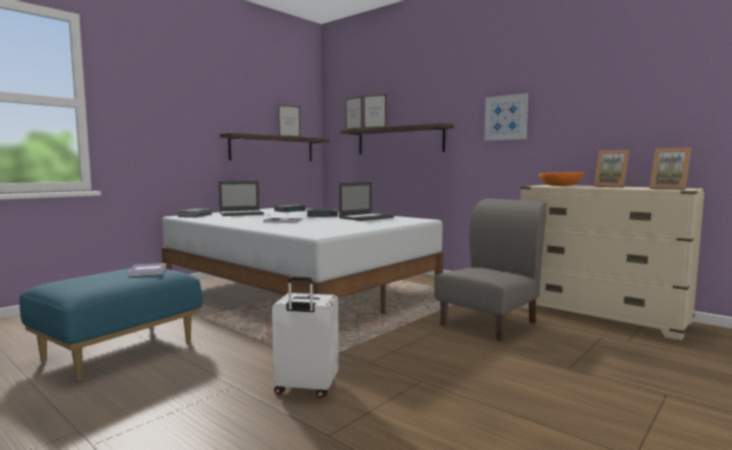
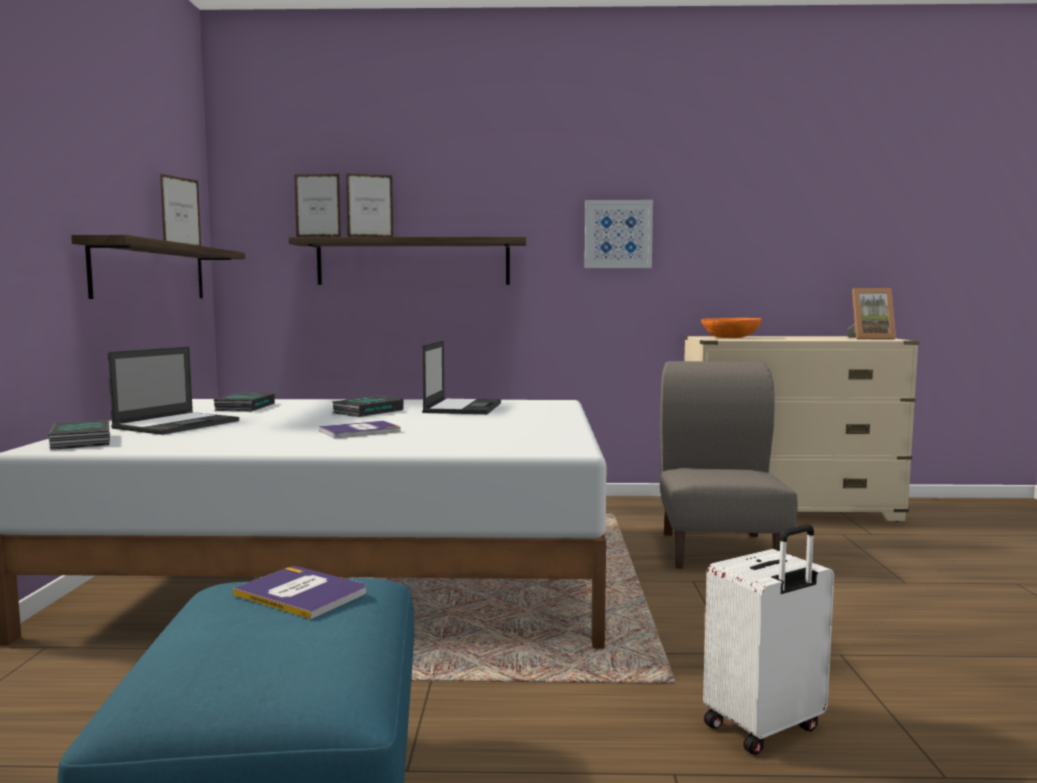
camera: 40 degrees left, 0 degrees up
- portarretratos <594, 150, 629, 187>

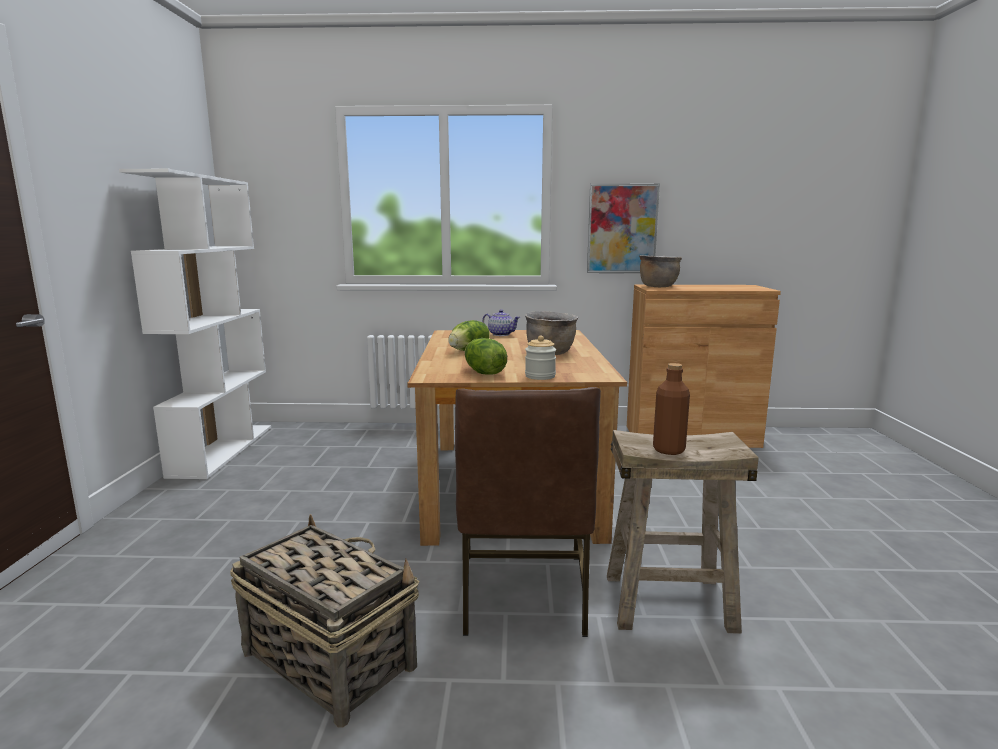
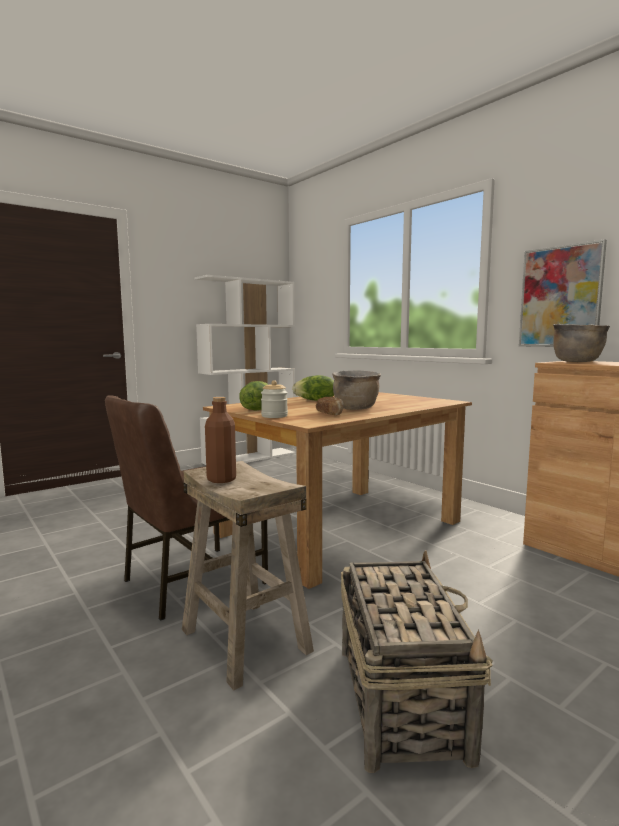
camera: 50 degrees right, 5 degrees down
+ pan <316, 397, 344, 415>
~ cesta <230, 514, 420, 728> to <341, 550, 493, 773>
- tetera <482, 309, 520, 336>

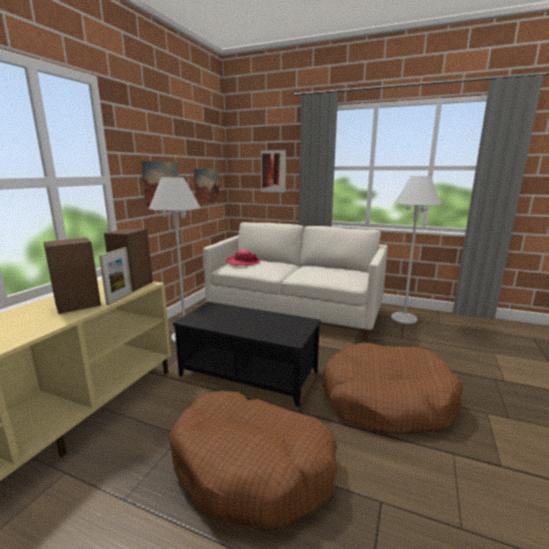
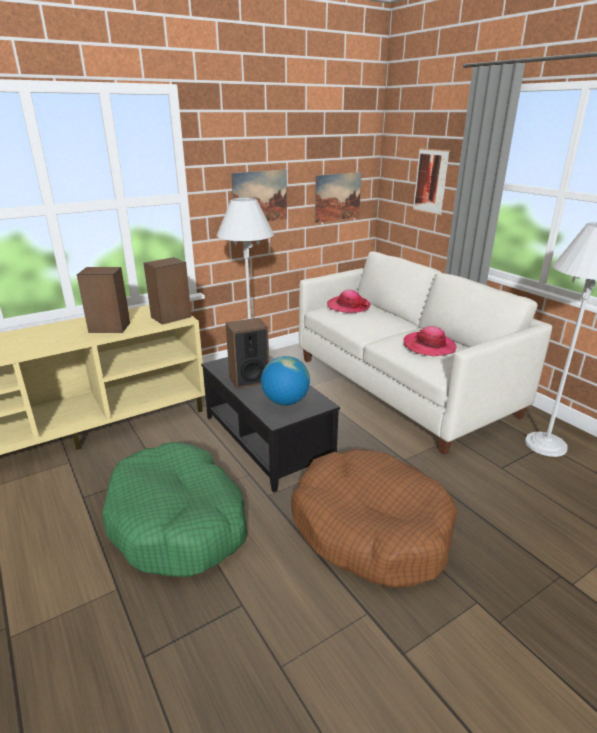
camera: 35 degrees right, 10 degrees up
~ cama para perro (marrón) <169, 391, 338, 530> to cama para perro (verde) <102, 442, 248, 577>
+ altavoz <226, 318, 269, 389>
+ globo terráqueo <261, 356, 310, 405>
+ sombrero <404, 326, 457, 356>
- portarretratos <99, 247, 132, 305>

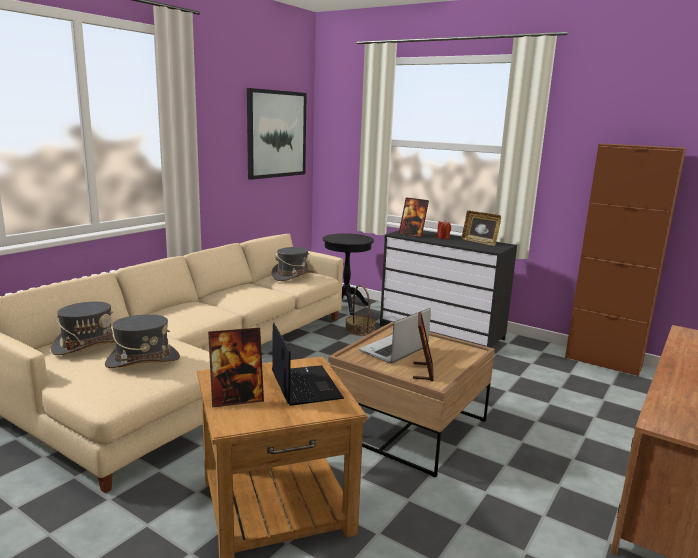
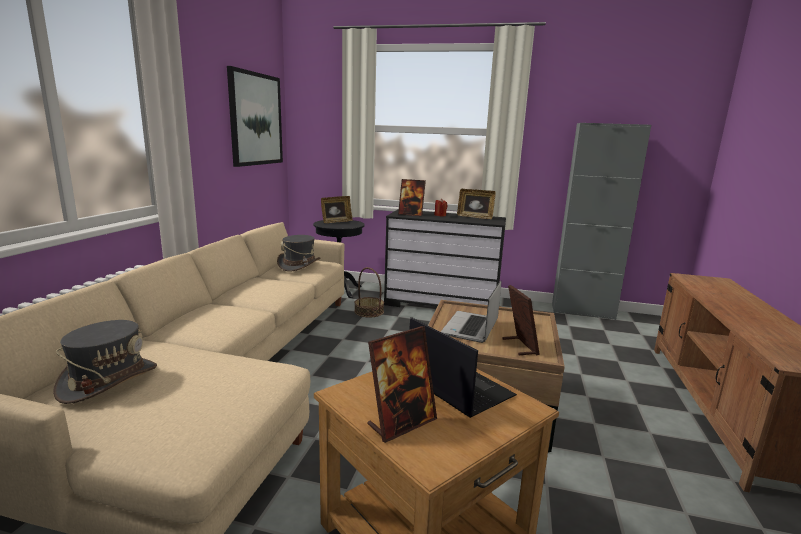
camera: 20 degrees left, 0 degrees up
+ portarretratos <321, 196, 353, 223>
~ armario (marrón) <565, 143, 686, 377> to armario (gris) <552, 123, 651, 320>
- sombrero (gris) <105, 314, 180, 368>

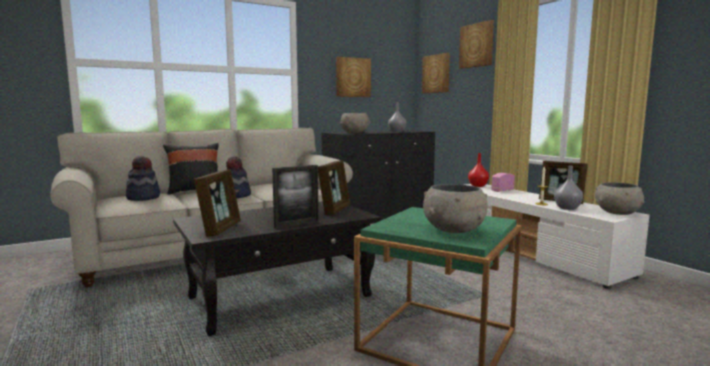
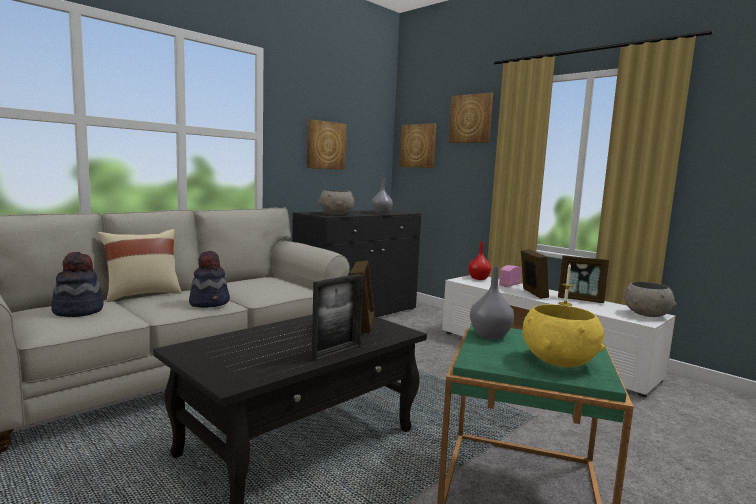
camera: 15 degrees left, 0 degrees up
~ cojín (negro) <163, 143, 218, 195> to cojín (beis) <98, 229, 182, 302>
~ florero (gris) <554, 166, 583, 210> to <470, 266, 514, 339>
~ portarretratos <194, 169, 241, 237> to <521, 249, 549, 299>
~ cuenco (gris) <423, 184, 488, 233> to cuenco (amarillo) <522, 304, 605, 367>

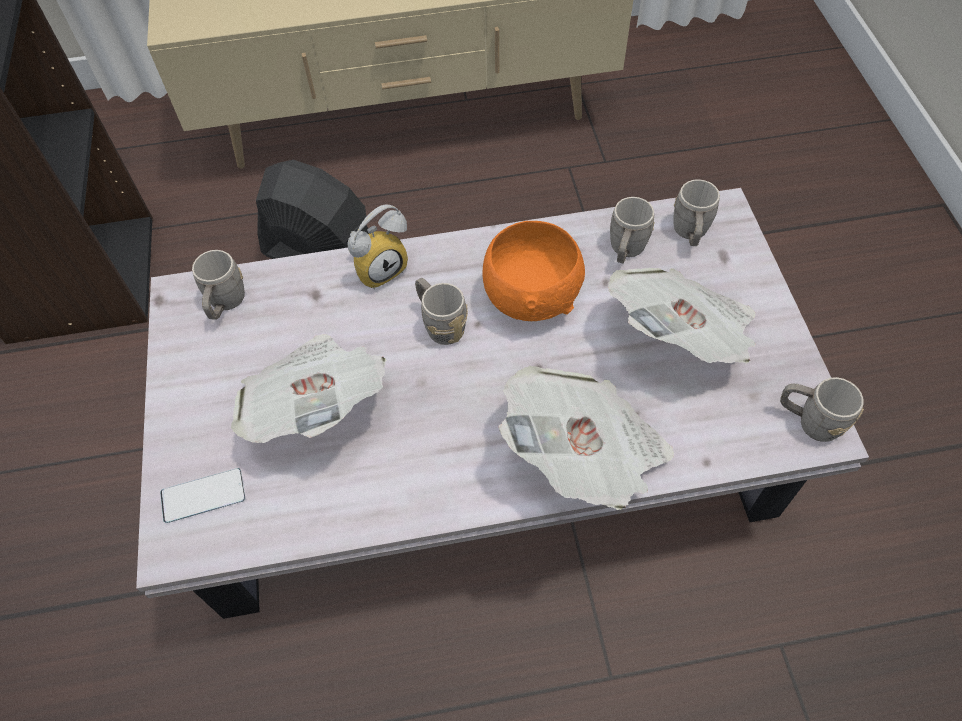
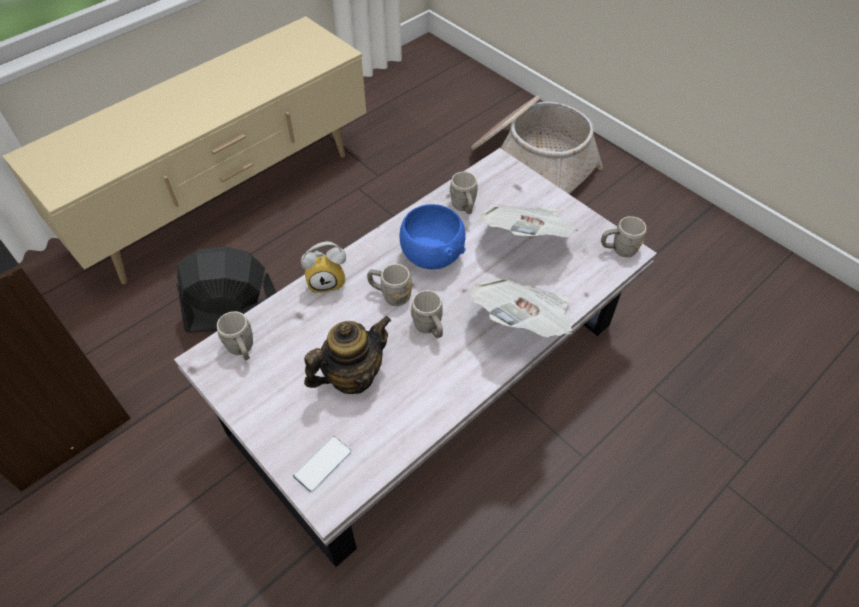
camera: 35 degrees left, 5 degrees down
~ despertador <347, 204, 408, 290> = <301, 241, 346, 293> 60 degrees clockwise
~ periódico <231, 334, 387, 443> to tetera <304, 316, 391, 394>
~ cuenco (naranja) <483, 221, 585, 321> to cuenco (azul) <399, 204, 466, 270>
~ taza grande (gris) <673, 179, 720, 246> to <410, 290, 443, 339>
+ cesta <471, 95, 603, 194>

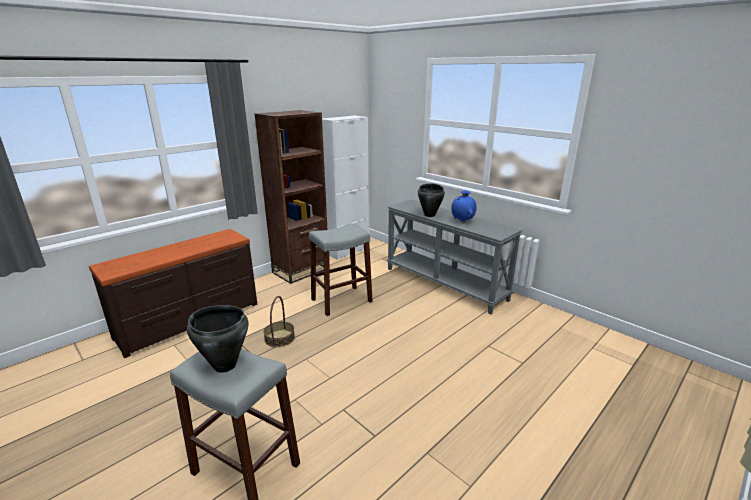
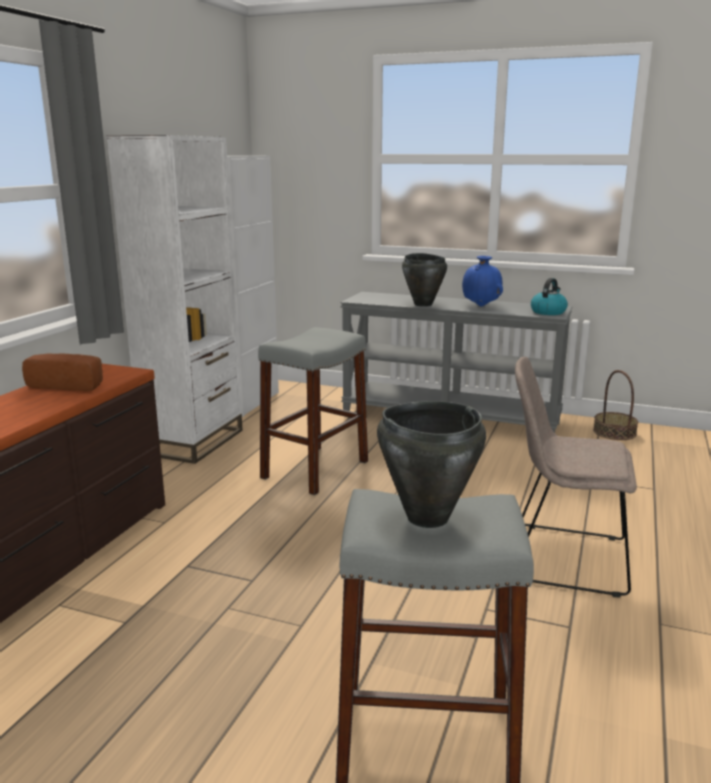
camera: 25 degrees left, 5 degrees down
+ pan <22, 353, 103, 391>
~ estantería (marrón) <255, 110, 330, 284> to estantería (blanco) <107, 135, 242, 464>
+ silla (beis) <515, 357, 637, 598>
+ hervidor <531, 278, 568, 315>
~ cesta <264, 296, 295, 347> to <593, 370, 638, 440>

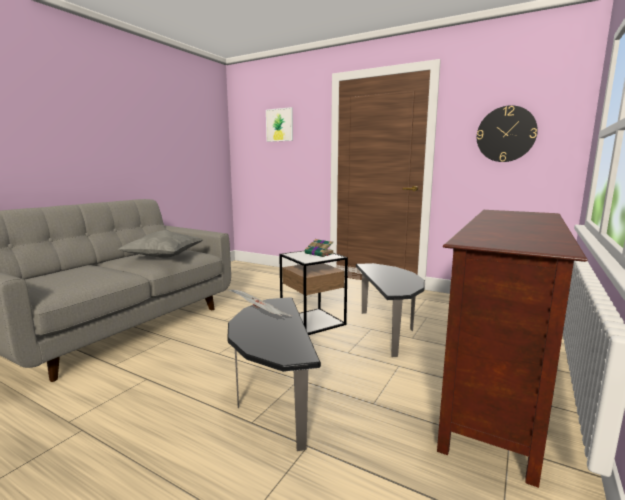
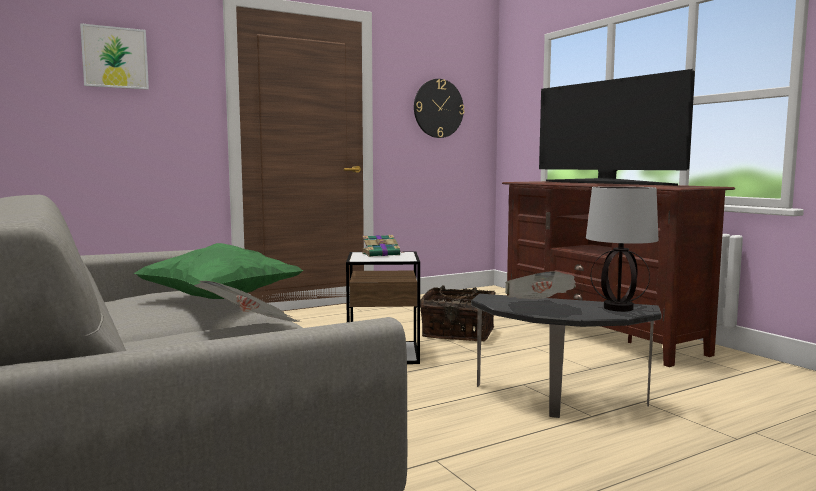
camera: 60 degrees left, 5 degrees down
~ cojín (gris) <118, 230, 203, 258> to cojín (verde) <134, 243, 303, 299>
+ periódico <194, 281, 300, 322>
~ mesa auxiliar <356, 263, 425, 357> to cesta <420, 285, 495, 342>
+ televisor <539, 69, 695, 186>
+ lámpara de mesa <586, 186, 658, 312>

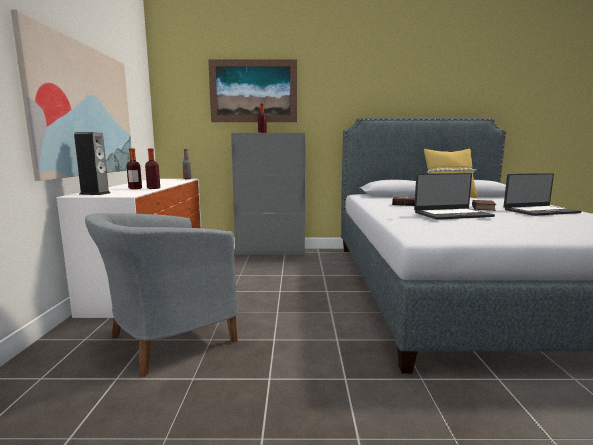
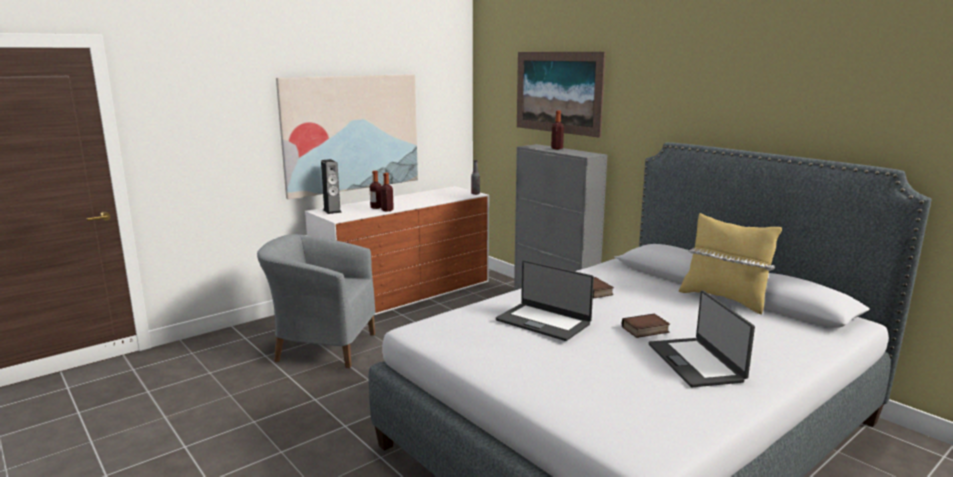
camera: 50 degrees right, 5 degrees up
~ portátil <503, 173, 582, 216> = <649, 290, 755, 387> 45 degrees clockwise

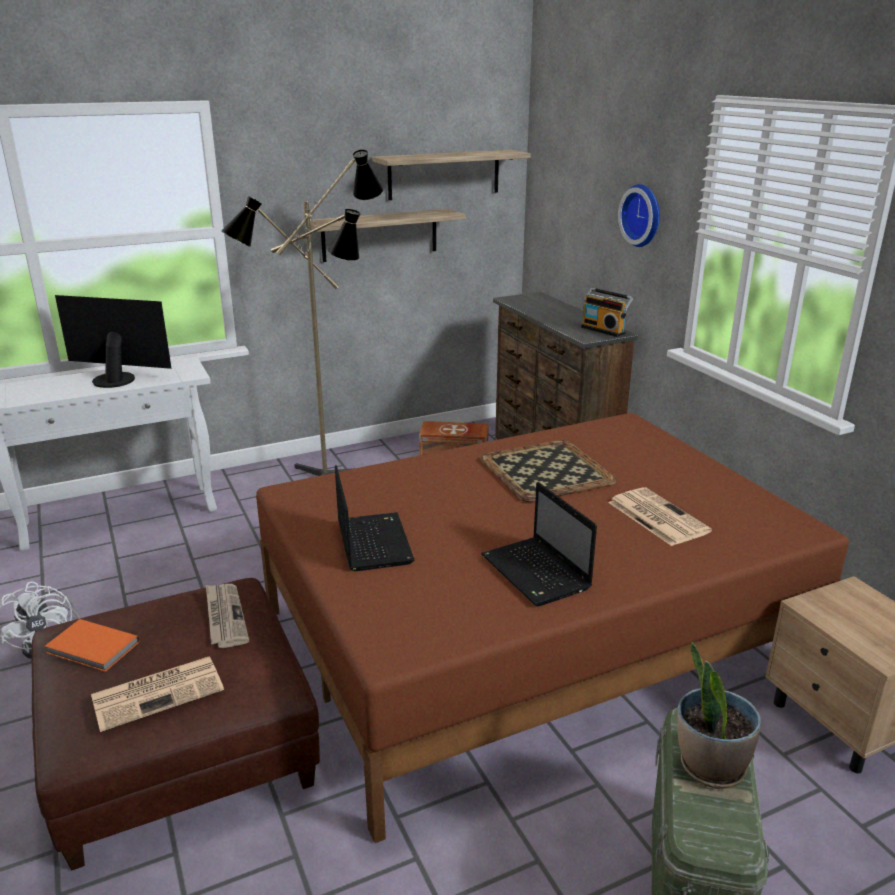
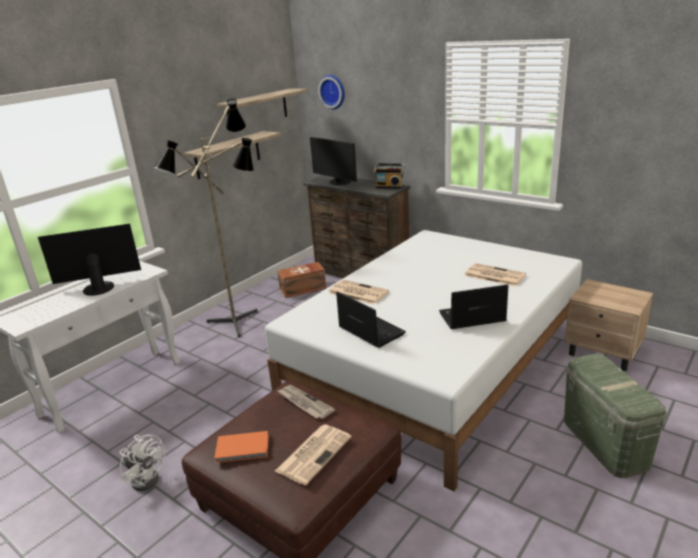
camera: 25 degrees left, 0 degrees up
~ cama (marrón) <256, 413, 849, 843> to cama (blanco) <265, 230, 582, 491>
+ monitor <310, 137, 357, 185>
~ reloj de pared <618, 184, 660, 247> to <318, 75, 345, 110>
+ periódico <329, 280, 389, 304>
~ portátil <481, 482, 597, 606> = <439, 284, 508, 329> 135 degrees clockwise
- bandeja <480, 440, 617, 502>
- planta en maceta <677, 642, 761, 789>

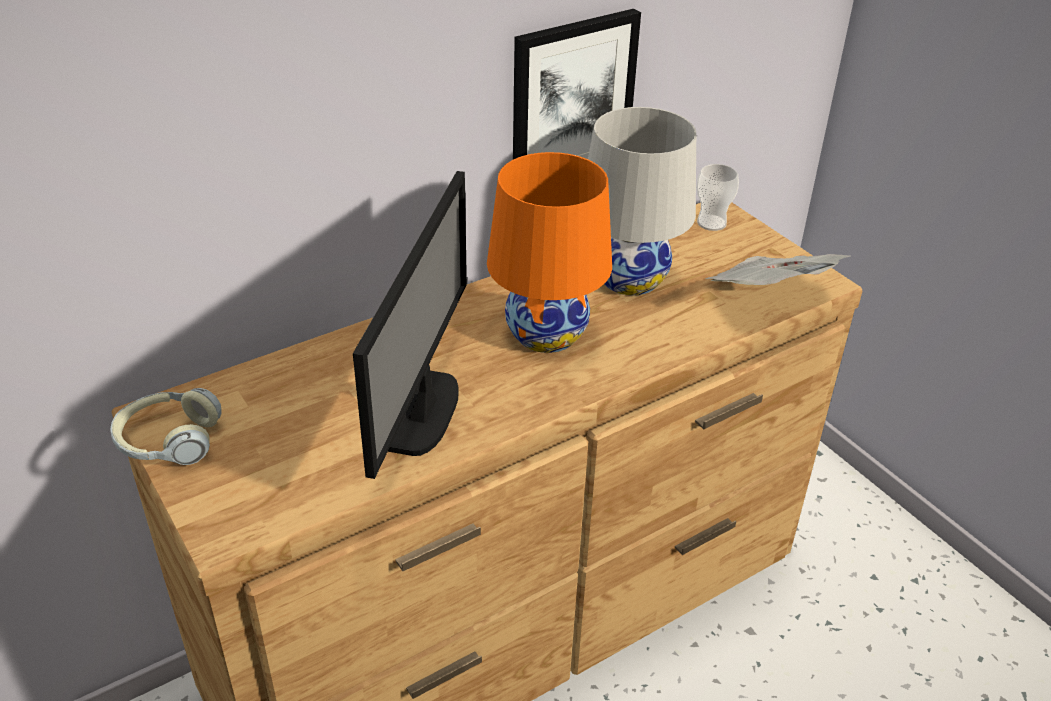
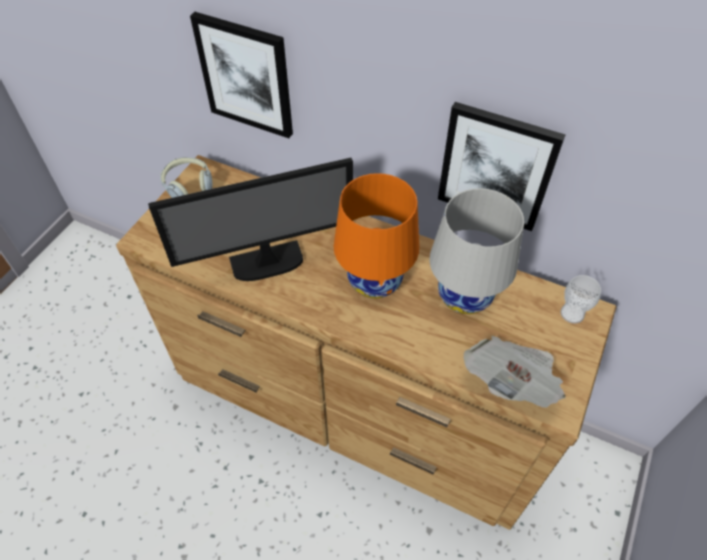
camera: 60 degrees right, 15 degrees up
+ cuadro <190, 12, 293, 138>

